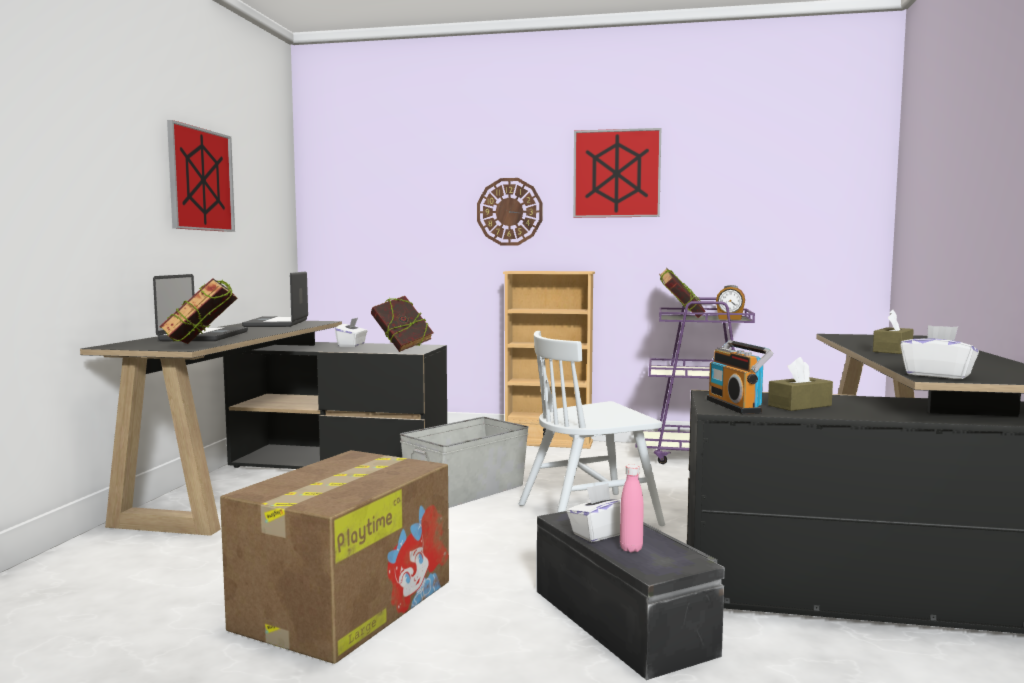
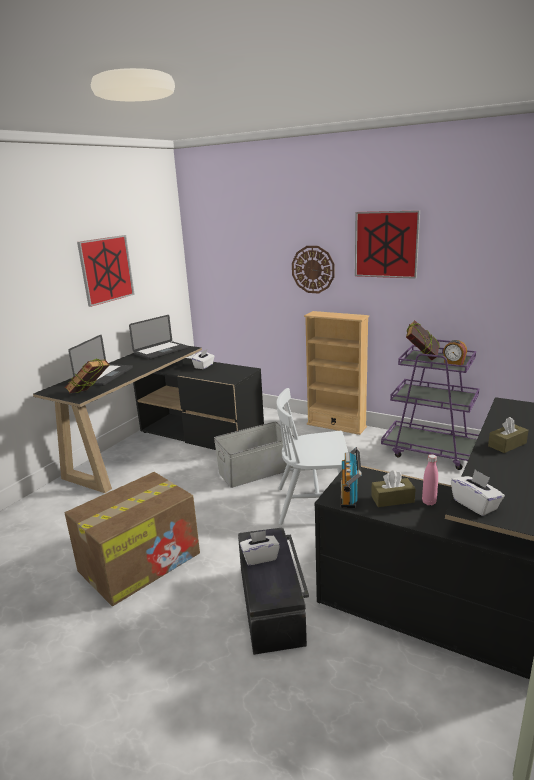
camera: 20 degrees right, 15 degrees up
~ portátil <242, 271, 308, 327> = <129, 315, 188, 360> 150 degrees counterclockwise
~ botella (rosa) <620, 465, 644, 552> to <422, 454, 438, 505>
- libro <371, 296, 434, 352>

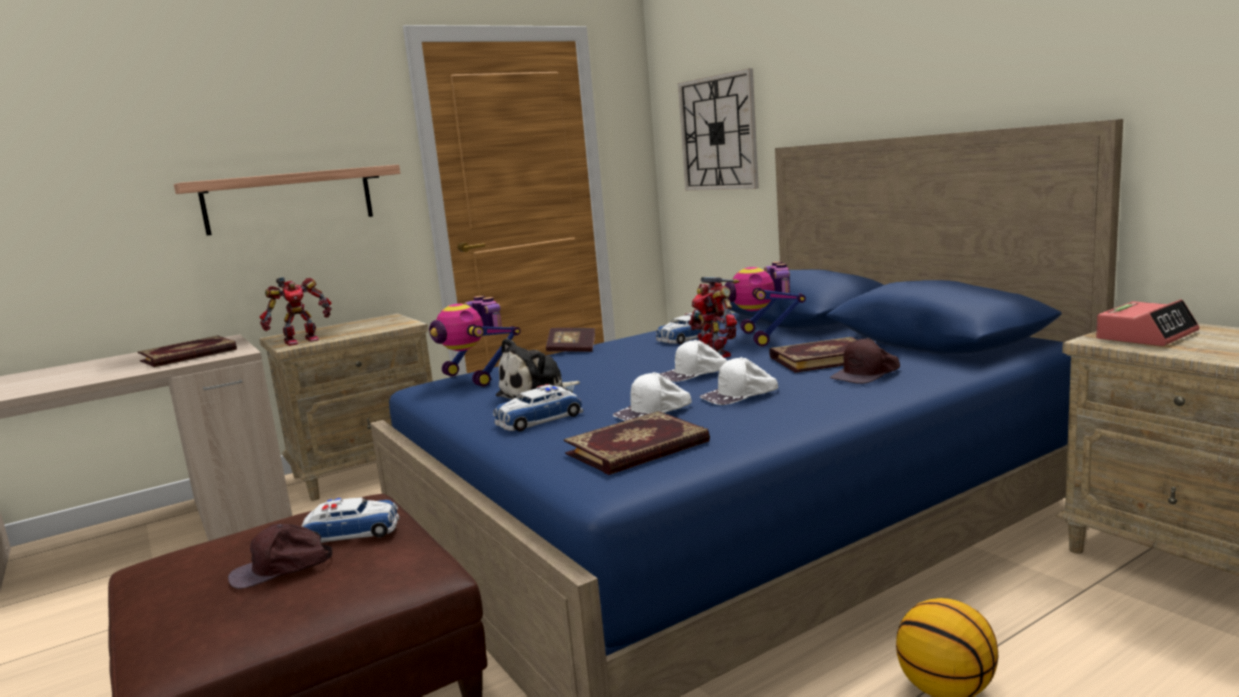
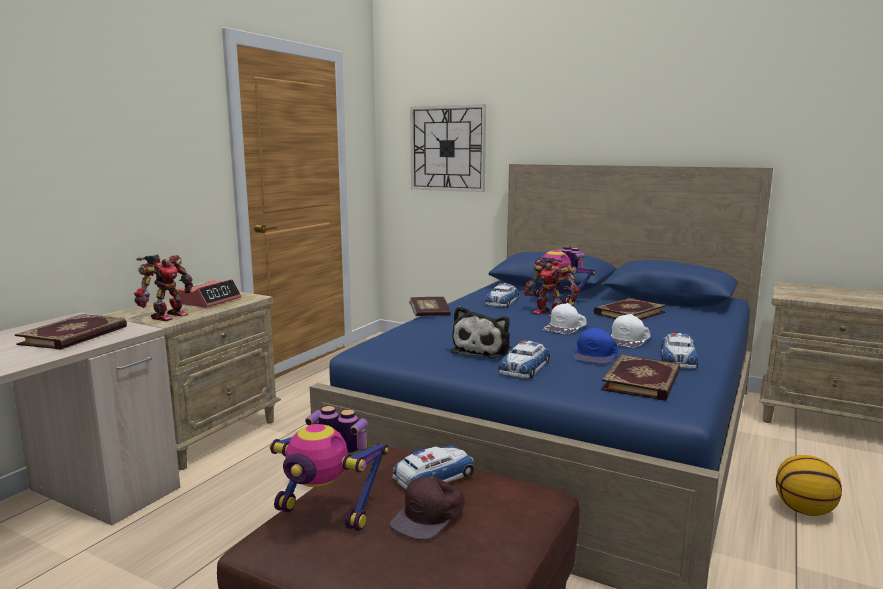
camera: 30 degrees left, 0 degrees up
~ despertador <1096, 299, 1200, 346> to <178, 279, 241, 308>
~ robot de juguete <429, 296, 521, 387> to <270, 406, 388, 531>
~ gorra (blanco) <613, 372, 692, 421> to gorra (azul) <573, 327, 618, 364>
+ coche de juguete <661, 333, 698, 369>
- estante <174, 164, 400, 235>
- gorra (marrón) <830, 338, 900, 384>

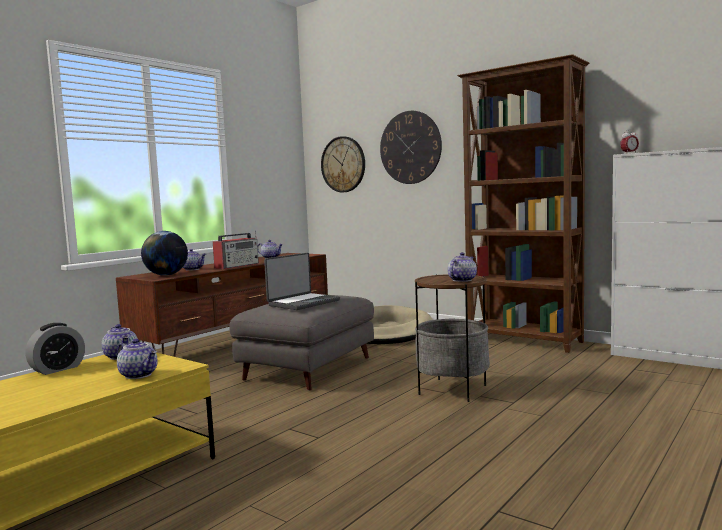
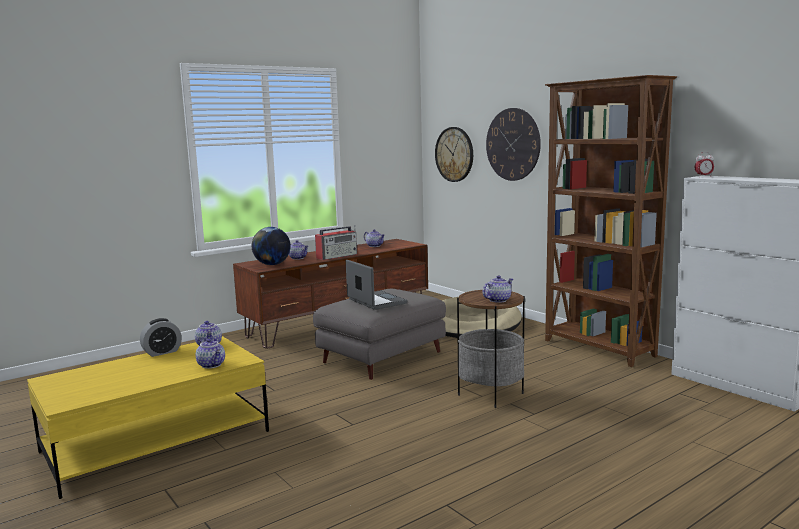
camera: 15 degrees right, 5 degrees up
~ portátil <264, 253, 340, 310> = <346, 260, 408, 310> 90 degrees counterclockwise

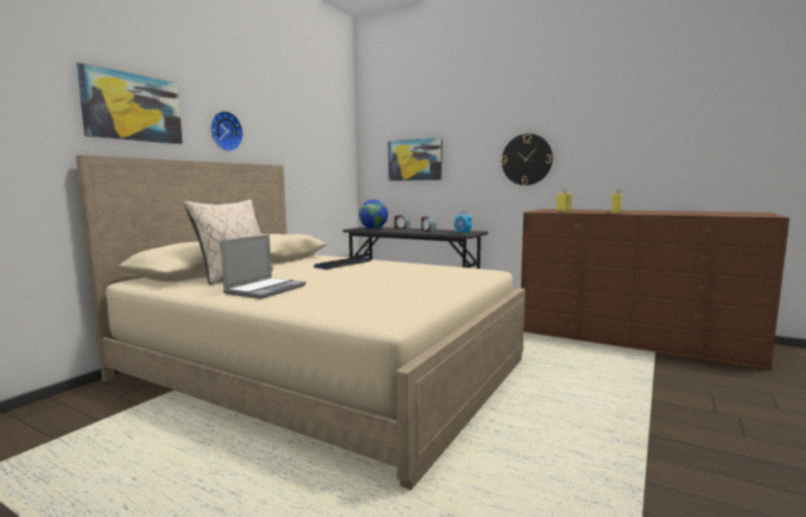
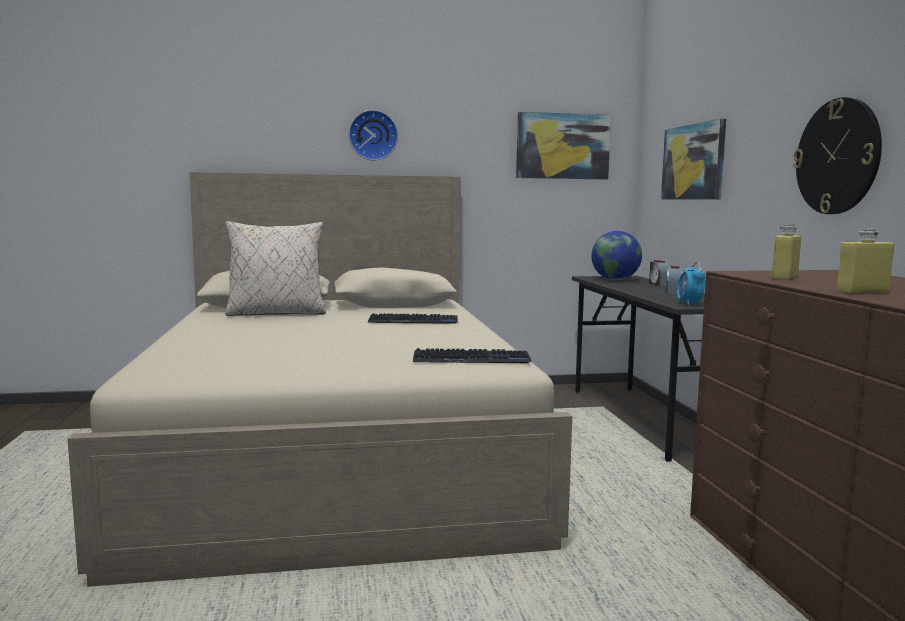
camera: 50 degrees right, 0 degrees up
+ teclado <413, 348, 531, 363>
~ cuadro <77, 63, 183, 144> to <516, 112, 611, 179>
- portátil <220, 234, 306, 299>

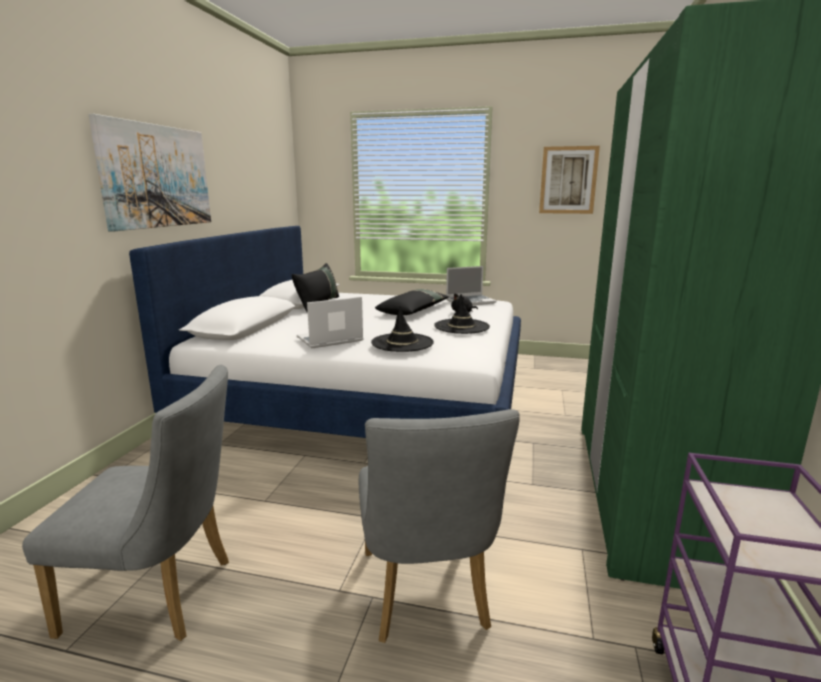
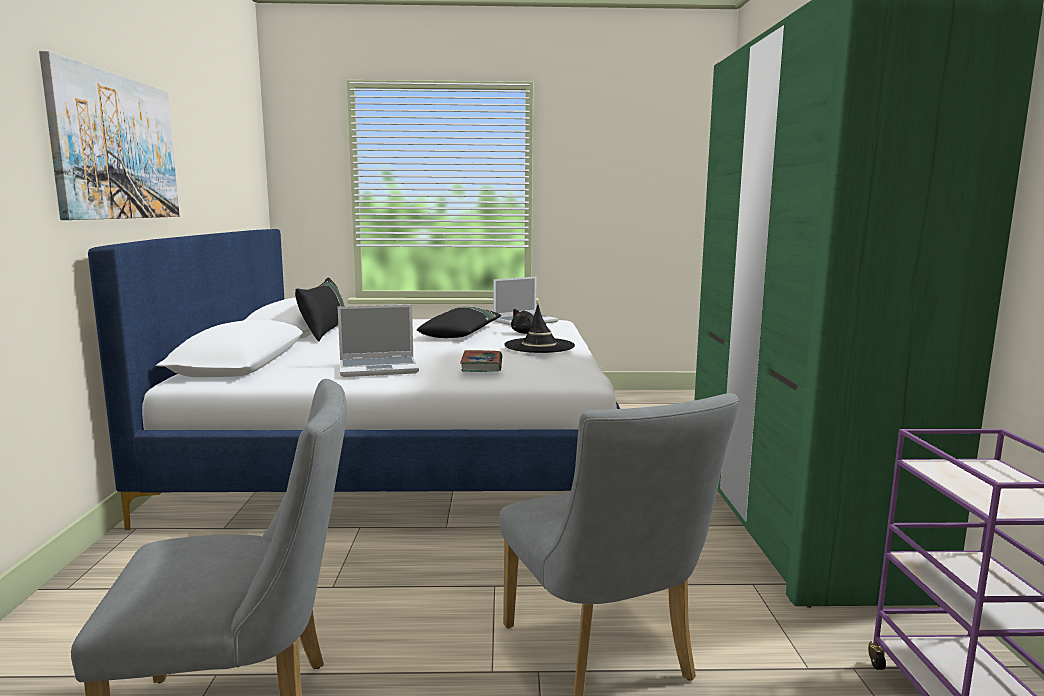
camera: 15 degrees left, 5 degrees down
~ portátil <297, 297, 364, 348> = <338, 304, 419, 377> 150 degrees counterclockwise
~ sombrero (negro) <371, 306, 434, 352> to libro <460, 350, 502, 372>
- cuadro <539, 146, 600, 214>

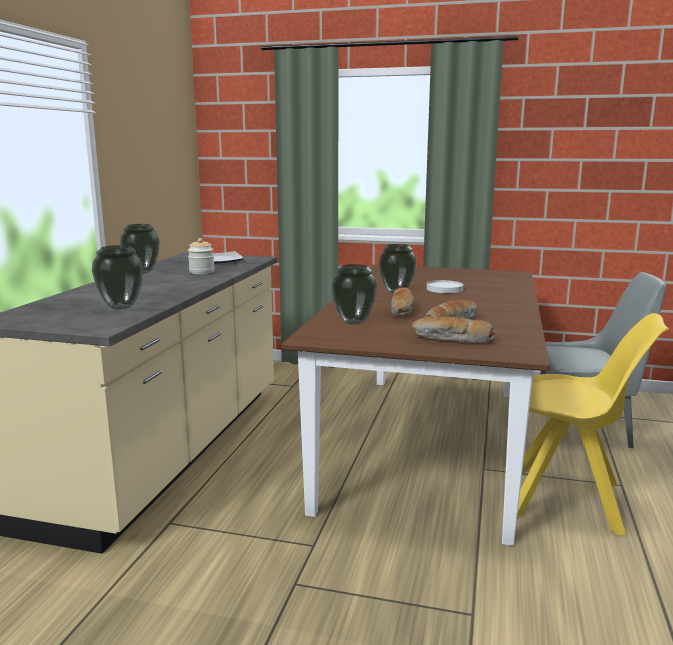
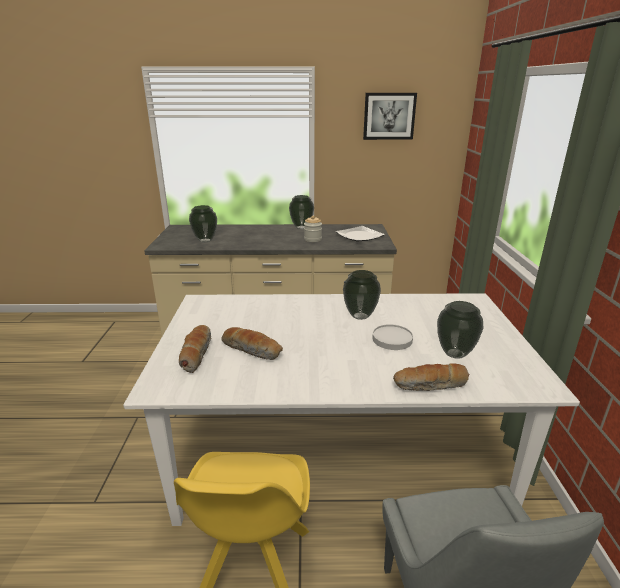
camera: 75 degrees right, 10 degrees up
~ mesa de comedor (marrón) <281, 265, 550, 546> to mesa de comedor (blanco) <123, 293, 580, 526>
+ cuadro <363, 93, 417, 140>
~ pan <391, 287, 414, 316> to <393, 363, 470, 391>
~ florero <331, 264, 377, 325> to <437, 301, 483, 359>

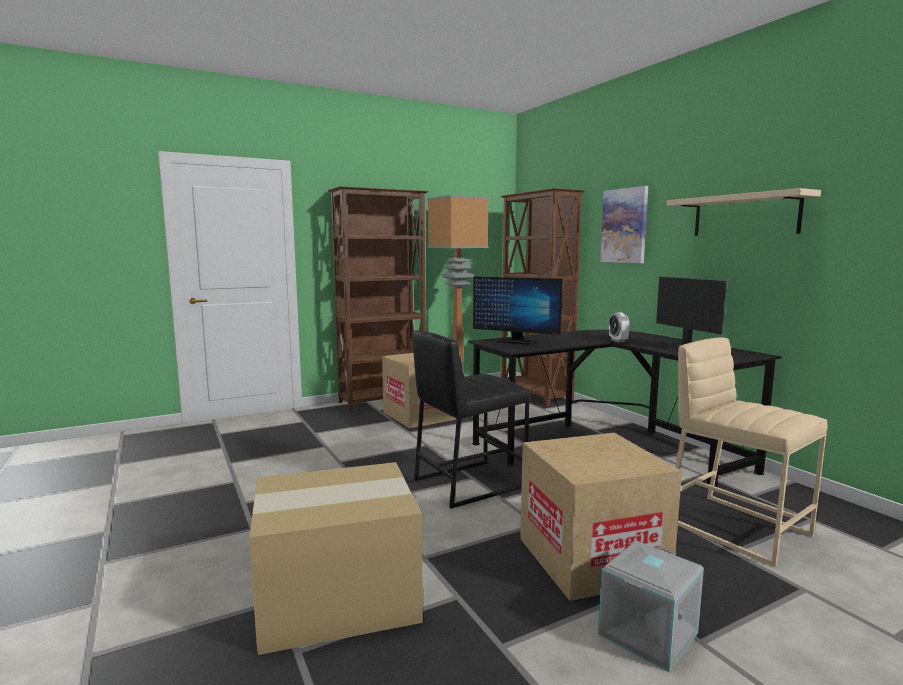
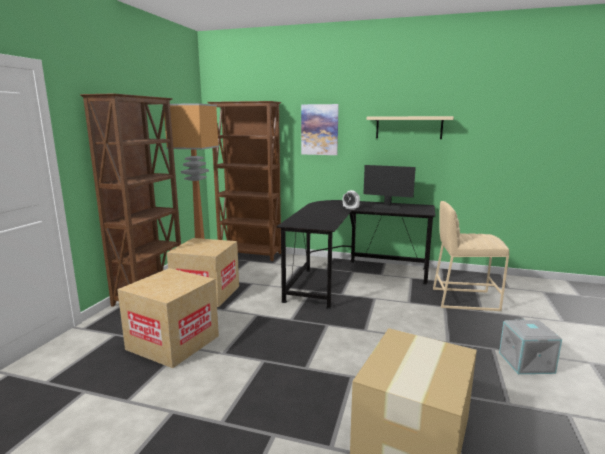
camera: 45 degrees left, 5 degrees up
~ caja de cartón <520, 433, 682, 601> to <117, 268, 219, 368>
- taburete (negro) <412, 330, 529, 509>
- monitor <473, 277, 563, 345>

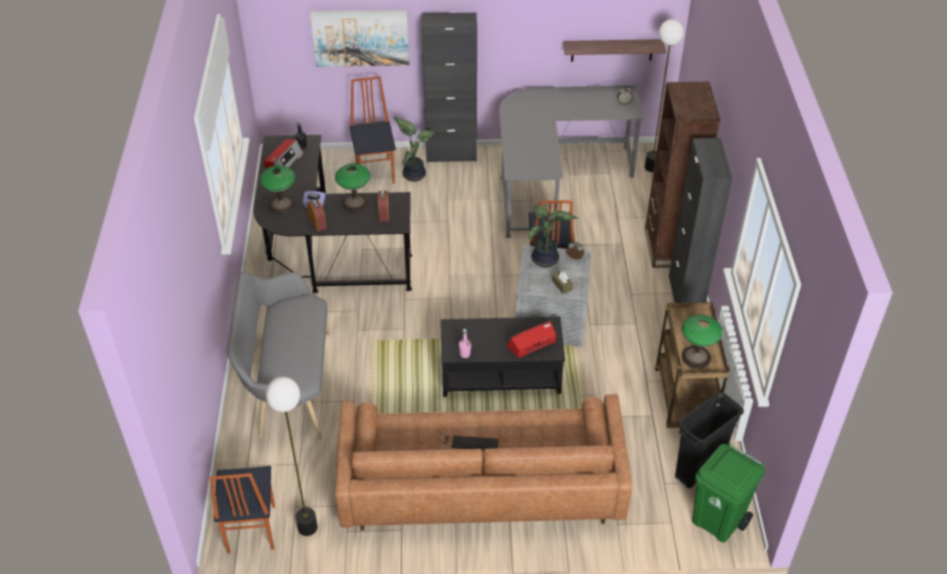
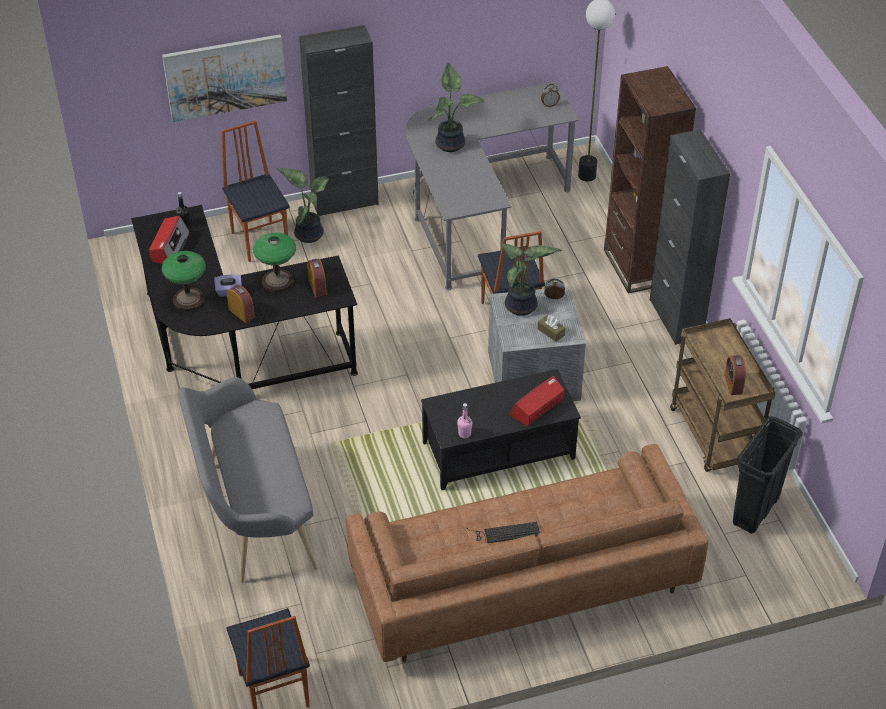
camera: 15 degrees left, 0 degrees up
+ planta en maceta <428, 63, 484, 152>
~ lámpara de mesa <682, 315, 722, 369> to despertador <724, 355, 746, 395>
- lámpara de pie <265, 377, 318, 536>
- estante <563, 39, 666, 62>
- papelera (verde) <692, 443, 765, 543>

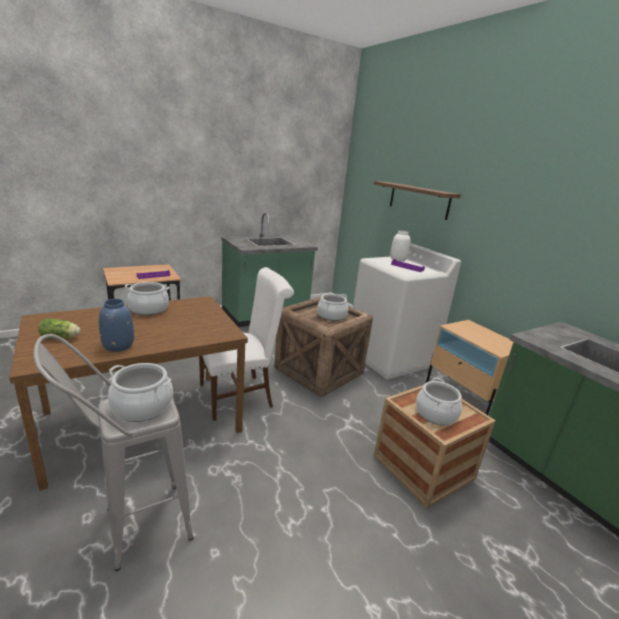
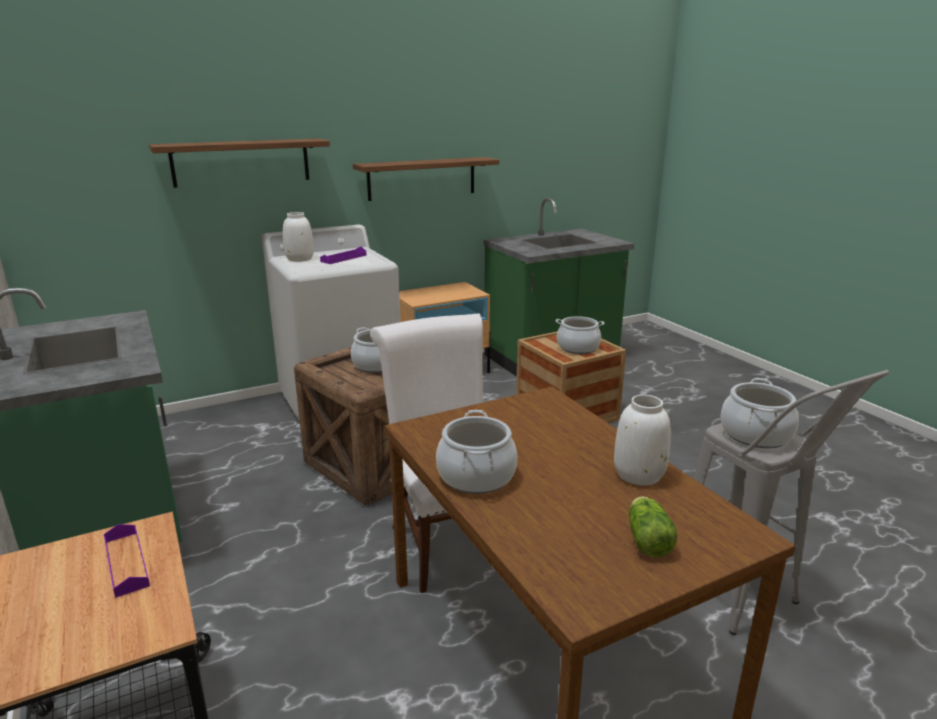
camera: 85 degrees left, 0 degrees up
+ estante <353, 157, 499, 201>
~ florero (azul) <99, 299, 134, 352> to florero (blanco) <614, 395, 671, 486>

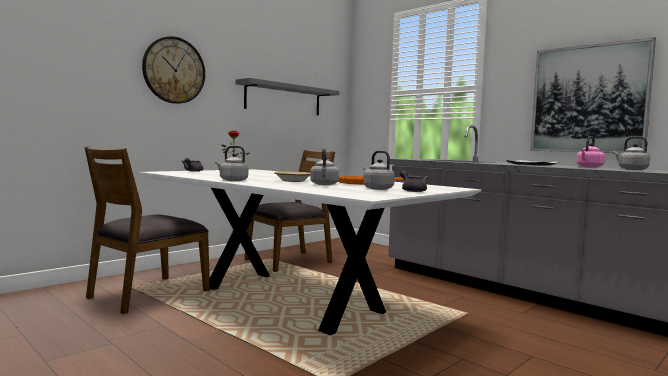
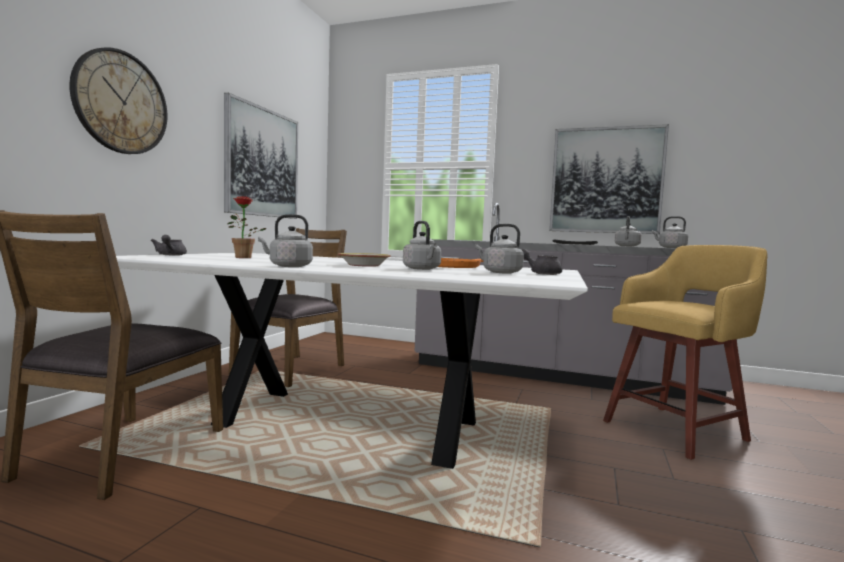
camera: 25 degrees left, 0 degrees up
~ estante (gris) <236, 78, 340, 115> to cuadro <224, 93, 298, 219>
+ taburete (amarillo) <603, 245, 768, 460>
~ hervidor (rosa) <576, 136, 605, 168> to hervidor (gris) <615, 216, 642, 247>

